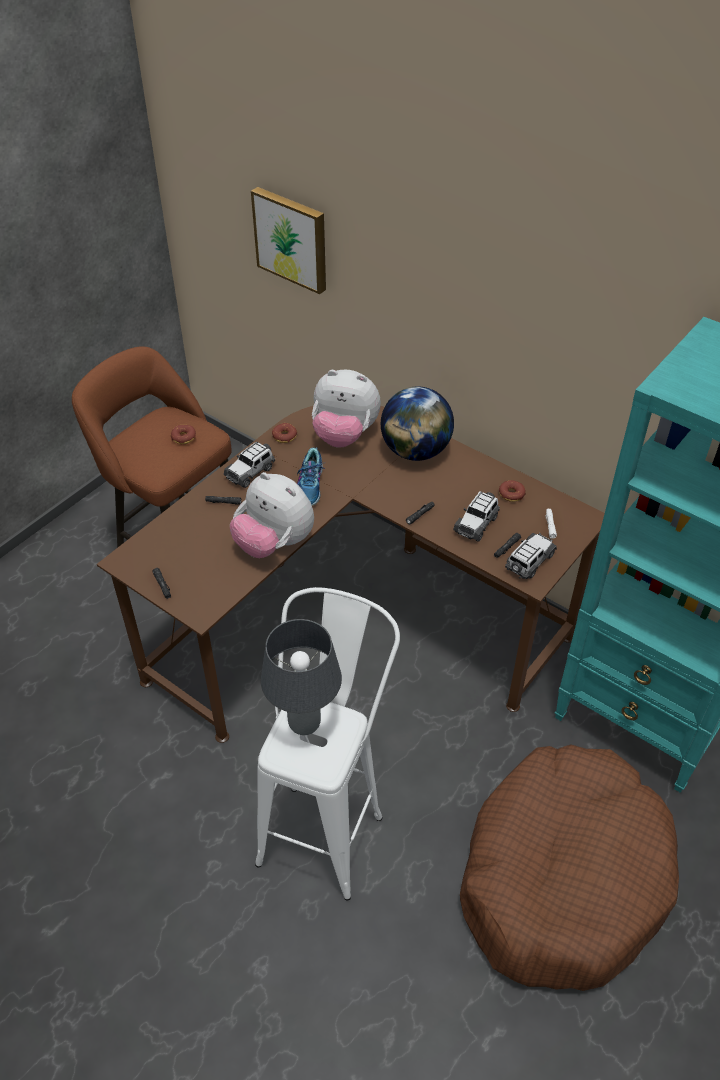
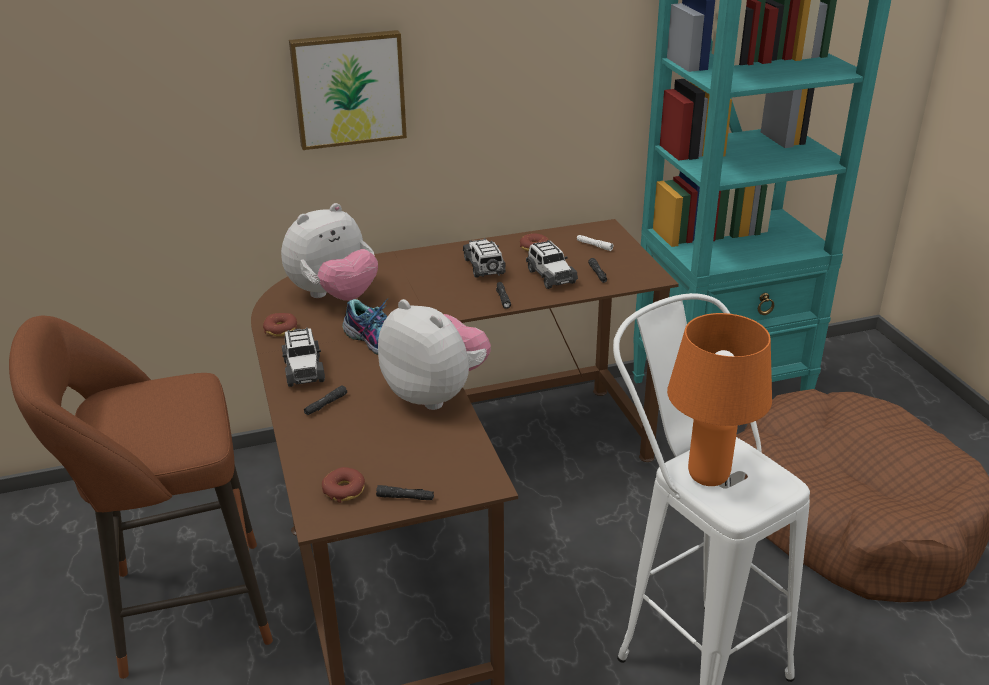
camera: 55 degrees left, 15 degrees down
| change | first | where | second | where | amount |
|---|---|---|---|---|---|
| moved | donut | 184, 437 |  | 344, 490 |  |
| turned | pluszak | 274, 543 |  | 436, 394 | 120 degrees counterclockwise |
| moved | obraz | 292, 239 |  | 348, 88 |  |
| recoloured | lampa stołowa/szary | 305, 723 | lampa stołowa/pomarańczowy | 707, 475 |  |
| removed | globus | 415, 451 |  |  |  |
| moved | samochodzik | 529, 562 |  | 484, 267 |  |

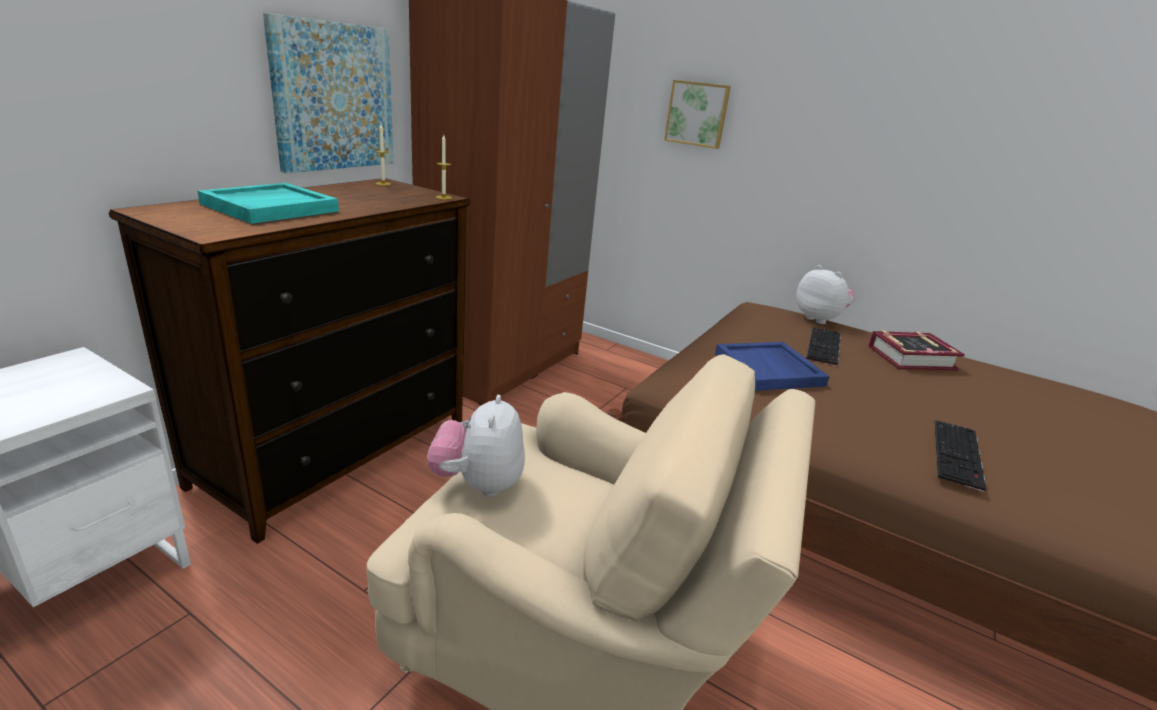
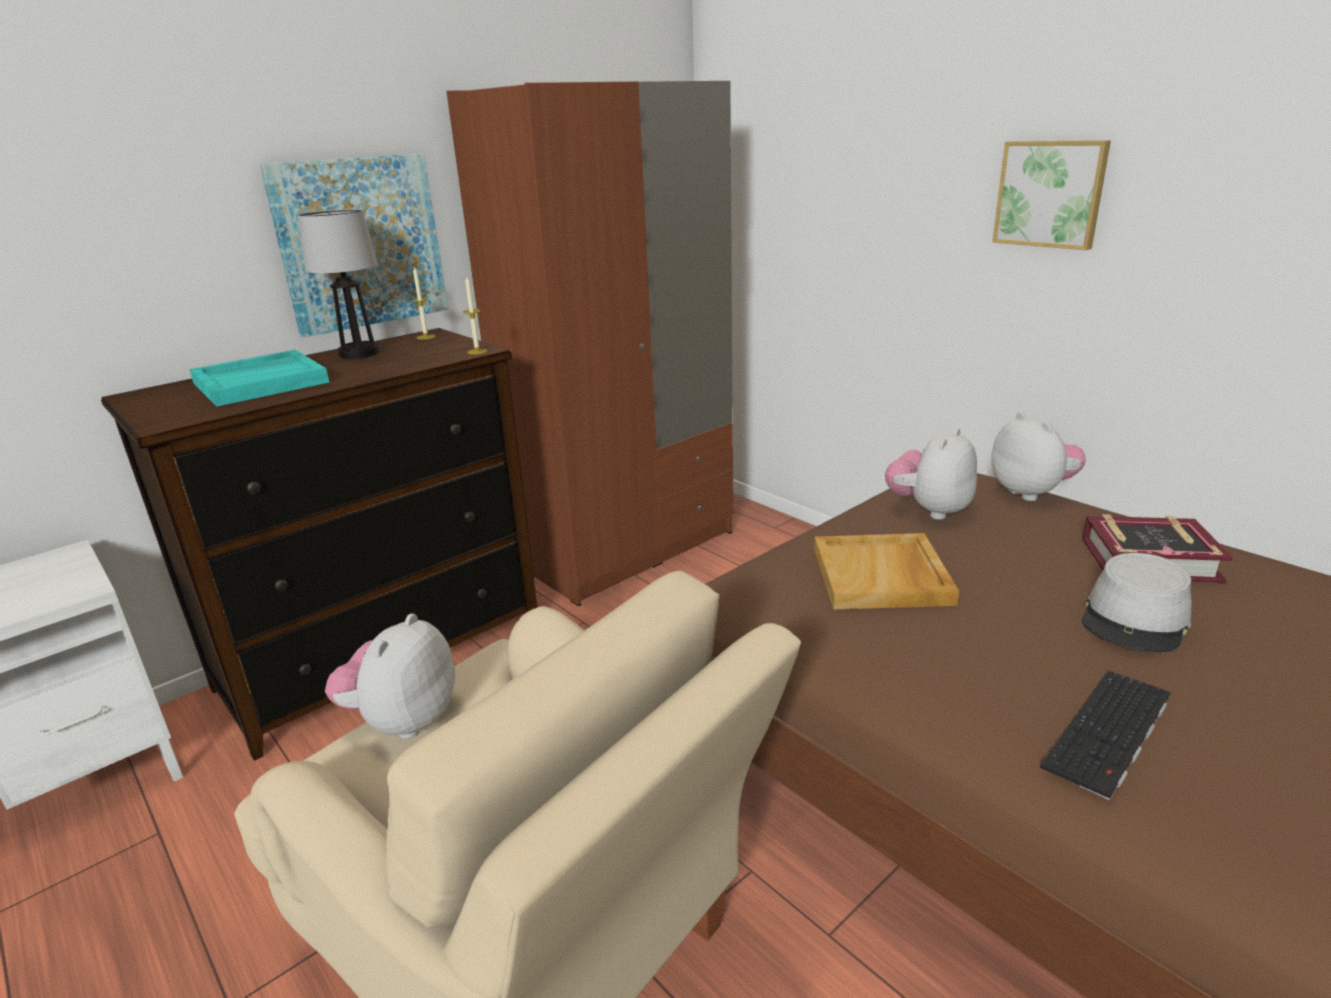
camera: 20 degrees right, 0 degrees up
| change | first | where | second | where | amount |
|---|---|---|---|---|---|
| moved | obraz | 697, 114 |  | 1050, 194 |  |
| recoloured | taca/niebieski | 769, 369 | taca/beżowy | 882, 576 |  |
| removed | klawiatura | 825, 347 |  |  |  |
| added |  |  | lampa stołowa | 358, 353 |  |
| added |  |  | pluszak | 929, 510 |  |
| added |  |  | kapelusz/szary | 1135, 619 |  |

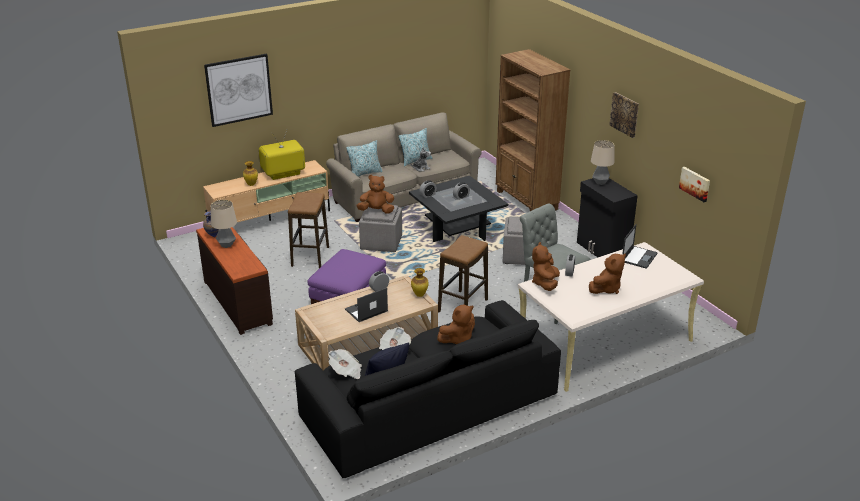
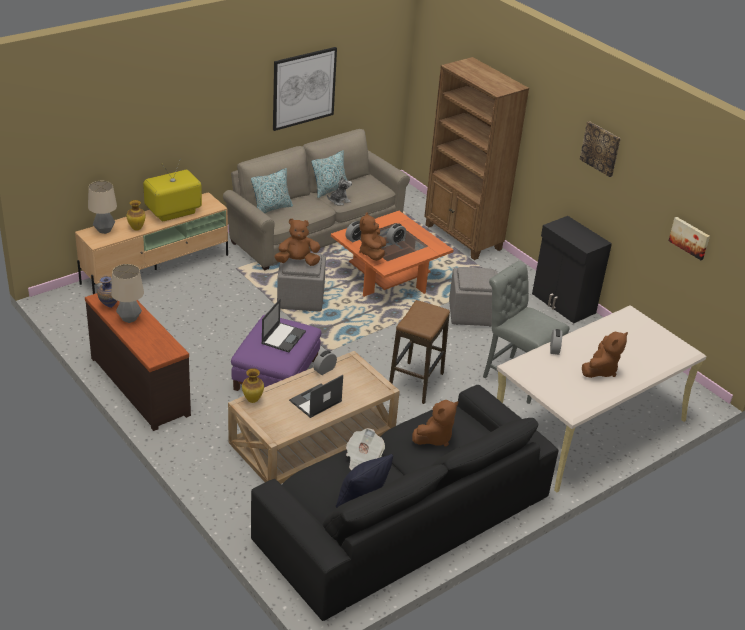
camera: 10 degrees left, 5 degrees up
| change | first | where | second | where | amount |
|---|---|---|---|---|---|
| moved | obraz | 239, 89 |  | 304, 88 |  |
| removed | stołek | 310, 256 |  |  |  |
| removed | gazeta | 346, 371 |  |  |  |
| recoloured | ława/czarny | 457, 229 | ława/pomarańczowy | 388, 277 |  |
| moved | wazon | 420, 295 |  | 253, 400 |  |
| moved | pluszak/brązowy | 545, 283 |  | 372, 253 |  |
| moved | lampa stołowa | 600, 182 |  | 104, 230 |  |
| moved | laptop | 639, 257 |  | 283, 337 |  |

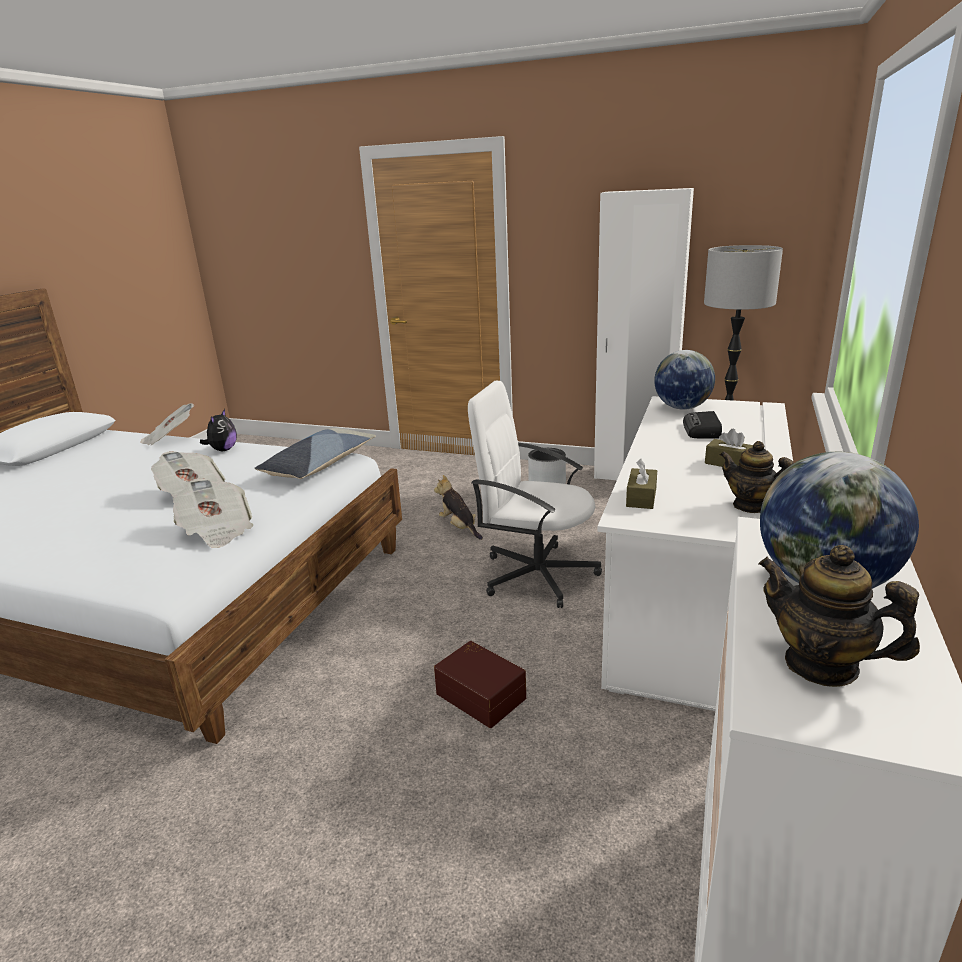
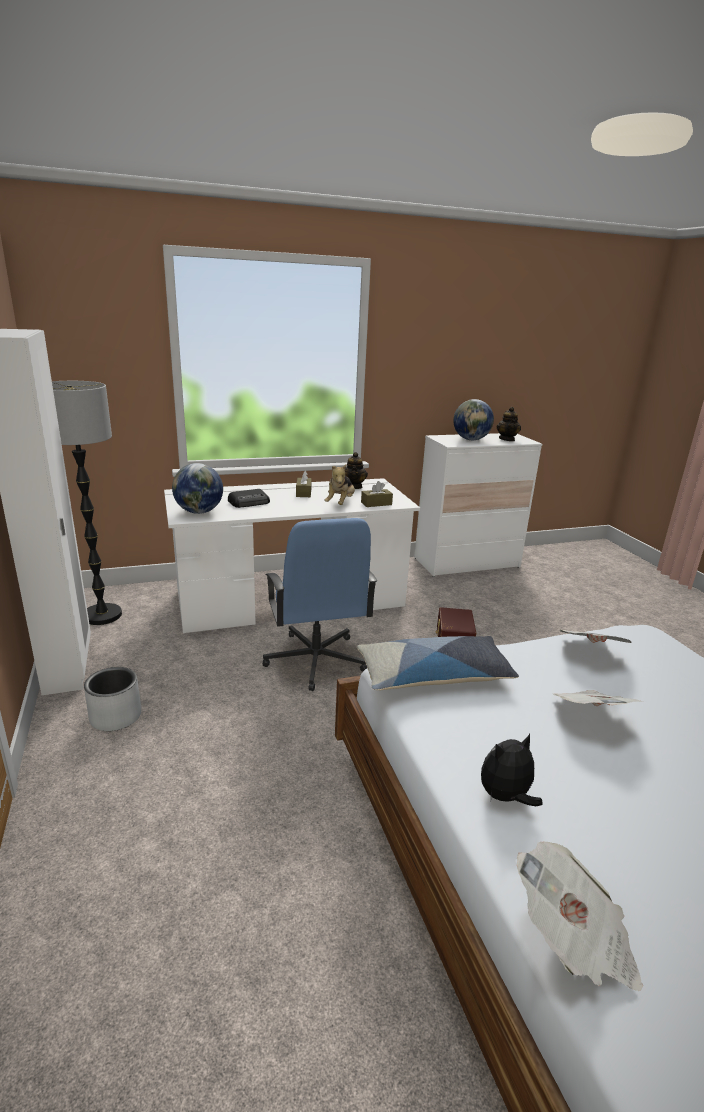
camera: 130 degrees left, 0 degrees up
| change | first | where | second | where | amount |
|---|---|---|---|---|---|
| moved | pluszak | 459, 527 |  | 340, 503 |  |
| recoloured | krzesło biurowe/biały | 537, 574 | krzesło biurowe/niebieski | 315, 661 |  |

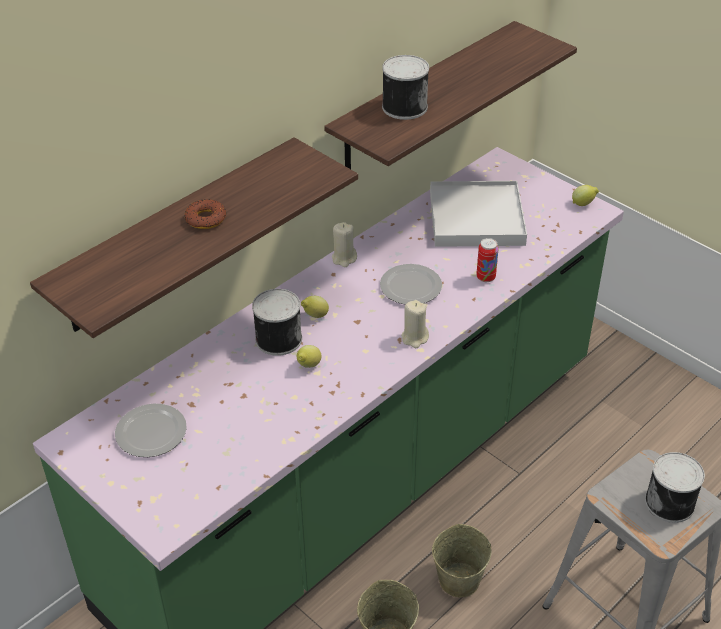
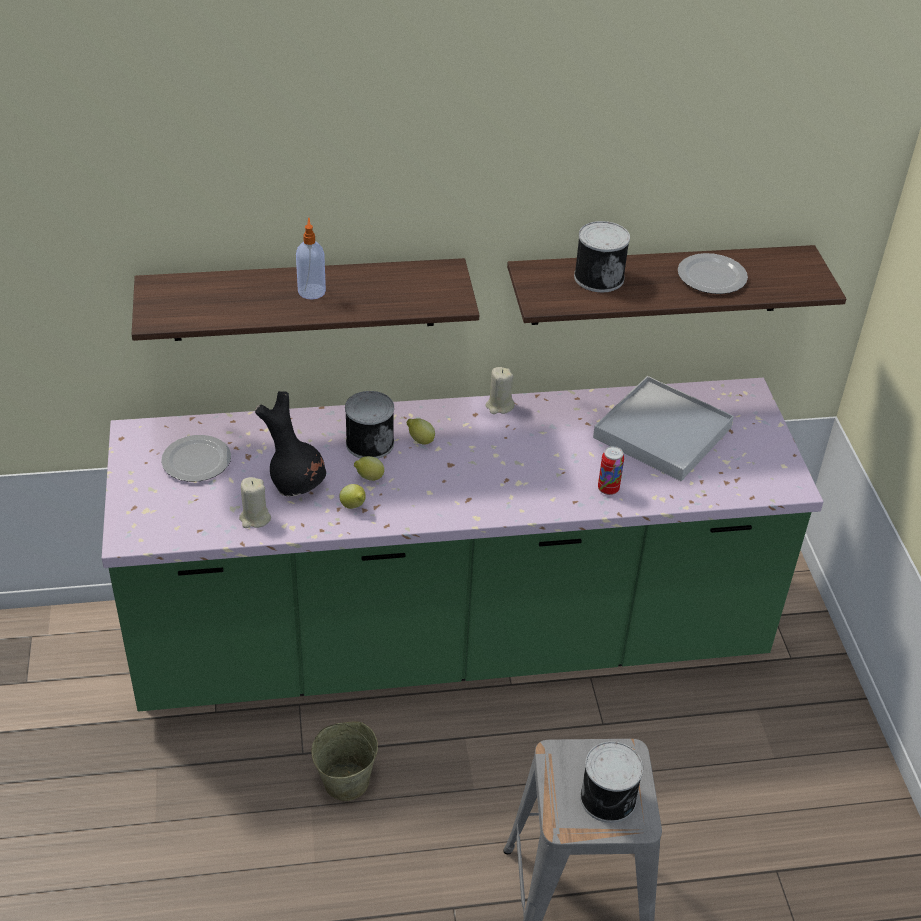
camera: 35 degrees right, 0 degrees up
| change | first | where | second | where | amount |
|---|---|---|---|---|---|
| replaced | donut | 205, 219 | dozownik mydła | 311, 291 |  |
| moved | talerz | 410, 286 |  | 712, 276 |  |
| moved | świeca/beżowy | 414, 338 |  | 255, 518 |  |
| removed | wiadro/beżowy | 459, 579 |  |  |  |
| moved | cytryna | 583, 204 |  | 354, 506 |  |
| added |  |  | wazon/czarny | 297, 483 |  |

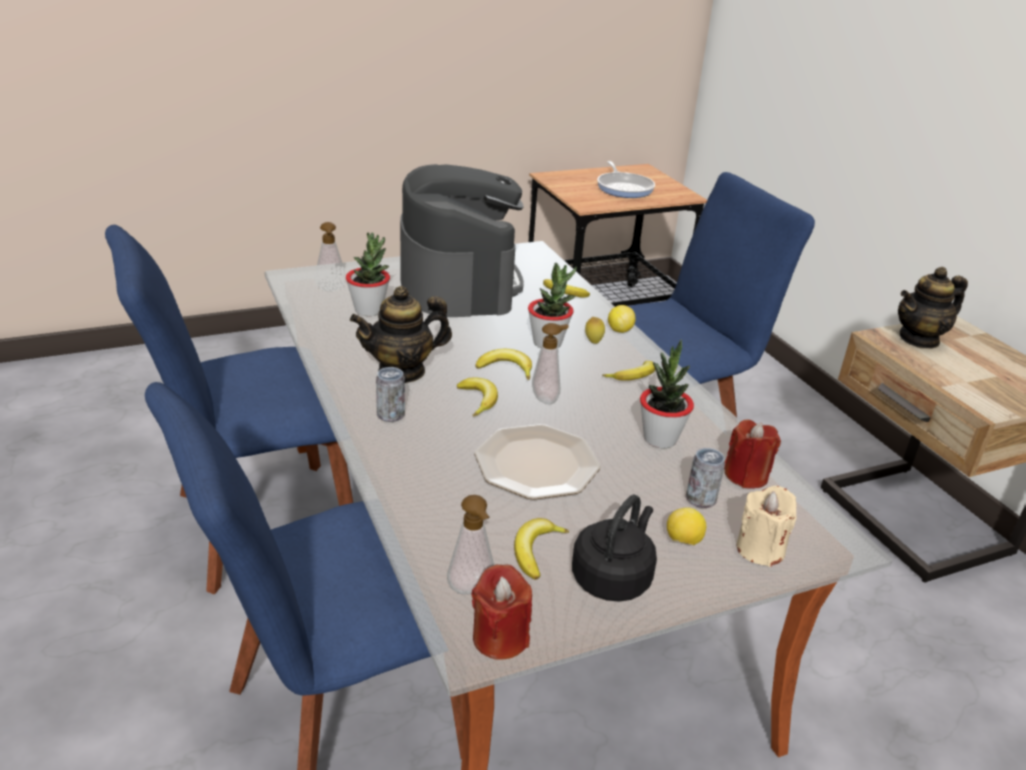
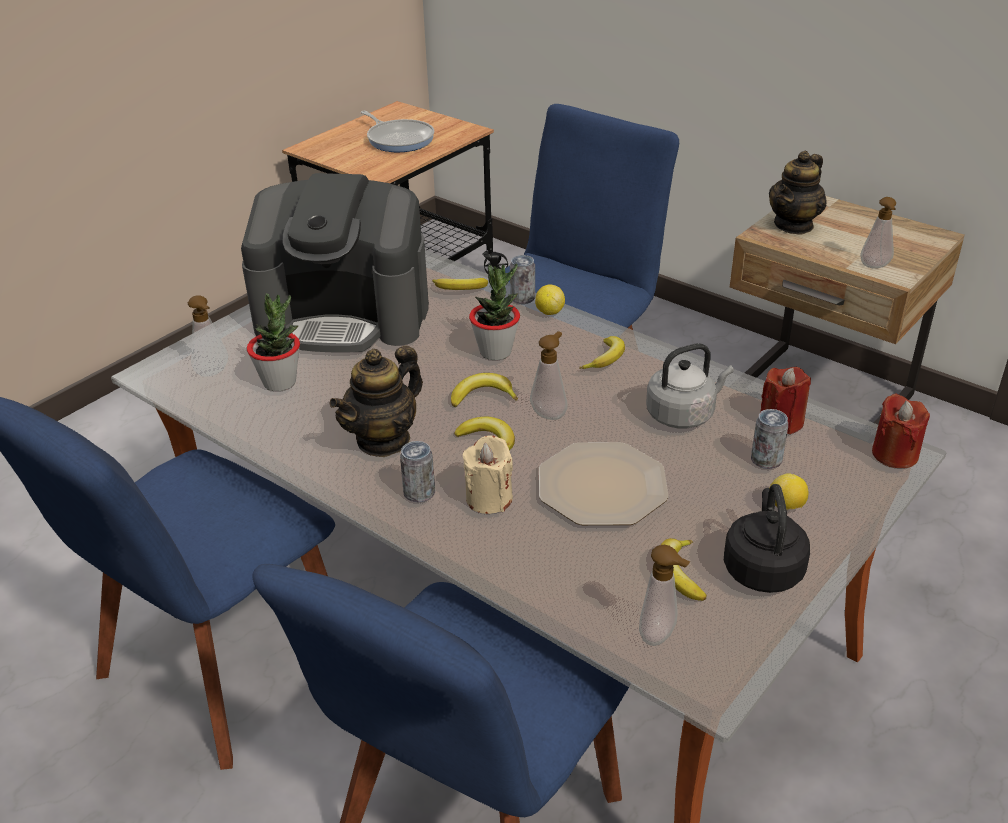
camera: 25 degrees left, 5 degrees up
| change | first | where | second | where | amount |
|---|---|---|---|---|---|
| turned | ekspres do kawy | 458, 284 |  | 344, 315 | 135 degrees clockwise |
| moved | świeca/czerwony | 500, 638 |  | 894, 454 |  |
| removed | cytryna | 593, 342 |  |  |  |
| replaced | roślina doniczkowa | 660, 439 | czajnik/szary | 683, 414 |  |
| moved | świeca/beżowy | 760, 549 |  | 489, 498 |  |
| added |  |  | puszka | 522, 298 |  |
| added |  |  | dozownik mydła | 875, 267 |  |

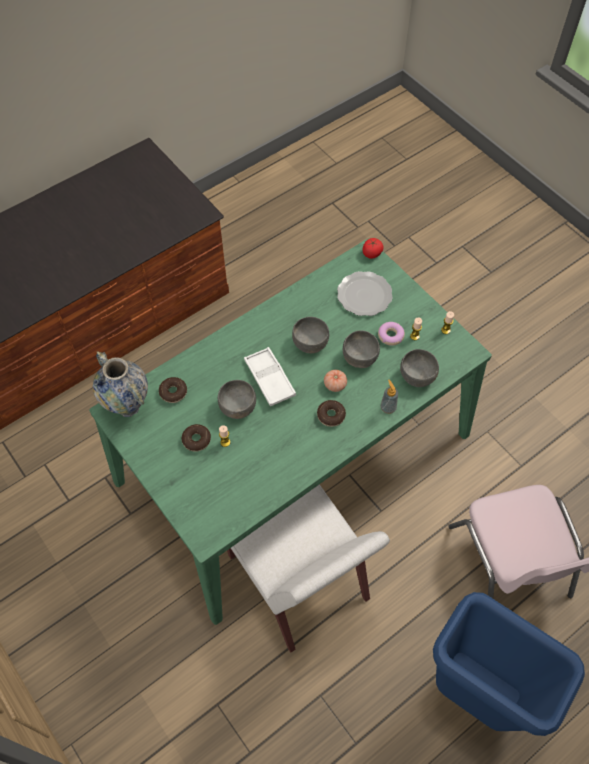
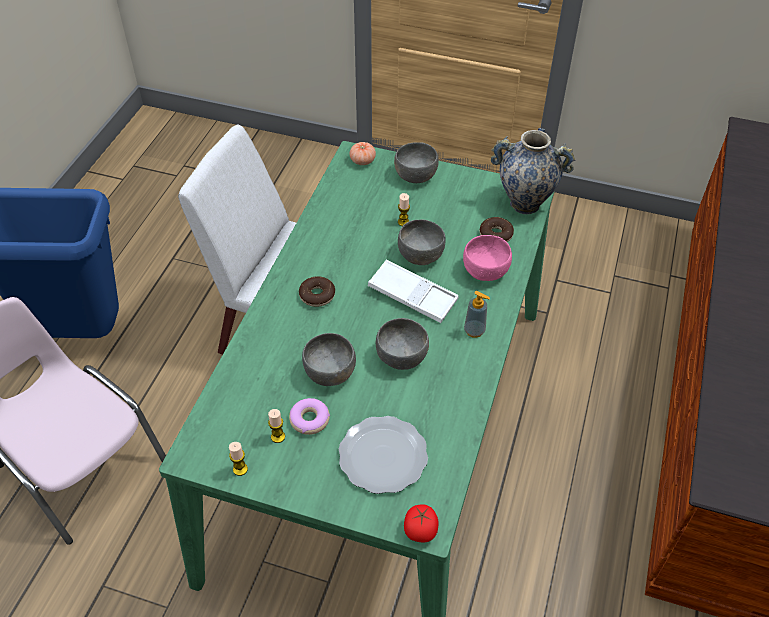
camera: 145 degrees right, 10 degrees down
| change | first | where | second | where | amount |
|---|---|---|---|---|---|
| removed | donut | 196, 440 |  |  |  |
| moved | pomidor | 335, 385 |  | 362, 161 |  |
| moved | dozownik mydła | 388, 407 |  | 474, 331 |  |
| moved | miska/szary | 417, 376 |  | 415, 175 |  |
| added |  |  | miska/różowy | 486, 270 |  |

